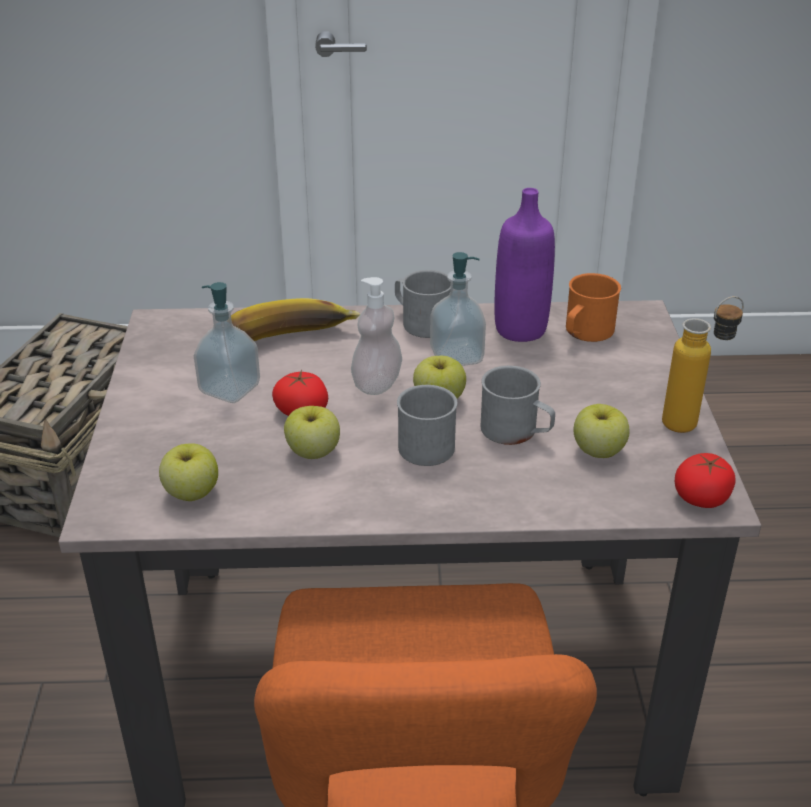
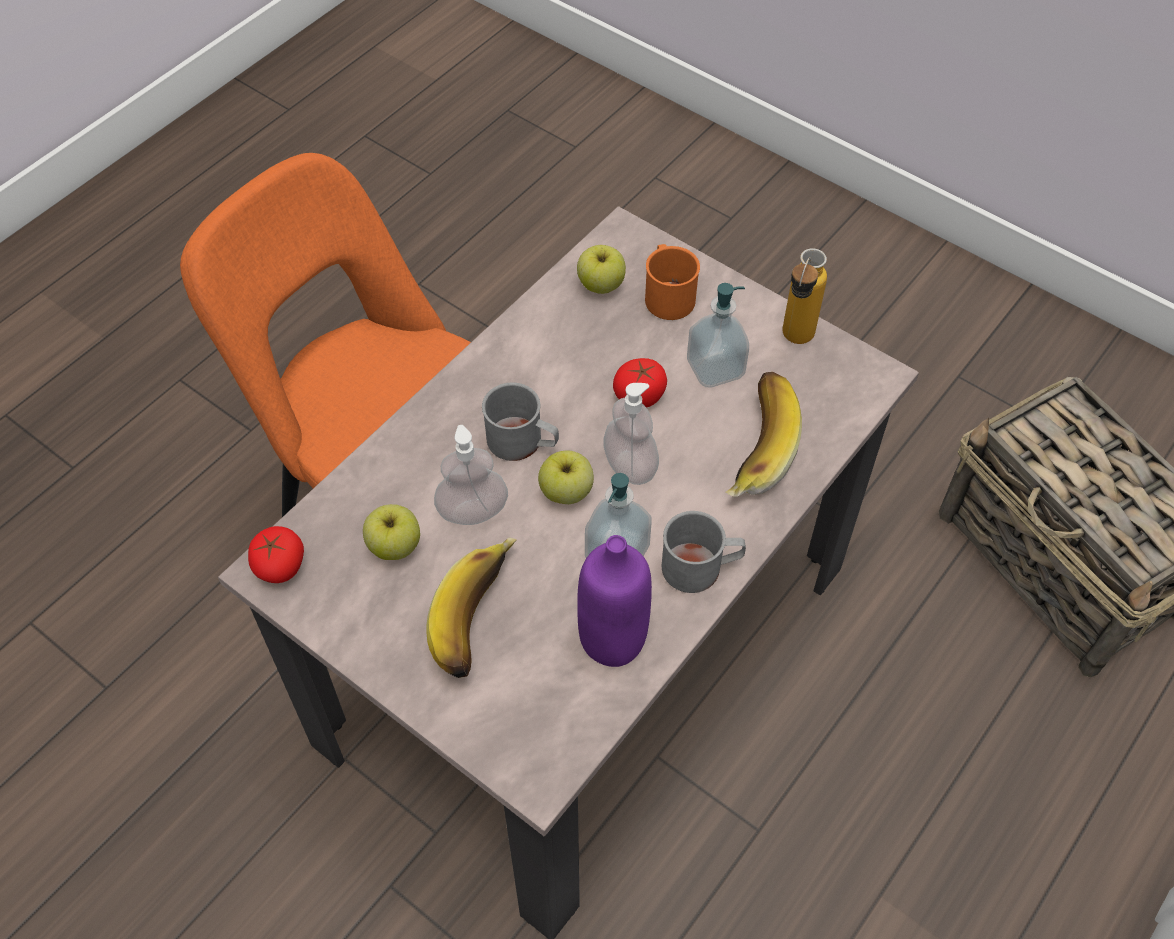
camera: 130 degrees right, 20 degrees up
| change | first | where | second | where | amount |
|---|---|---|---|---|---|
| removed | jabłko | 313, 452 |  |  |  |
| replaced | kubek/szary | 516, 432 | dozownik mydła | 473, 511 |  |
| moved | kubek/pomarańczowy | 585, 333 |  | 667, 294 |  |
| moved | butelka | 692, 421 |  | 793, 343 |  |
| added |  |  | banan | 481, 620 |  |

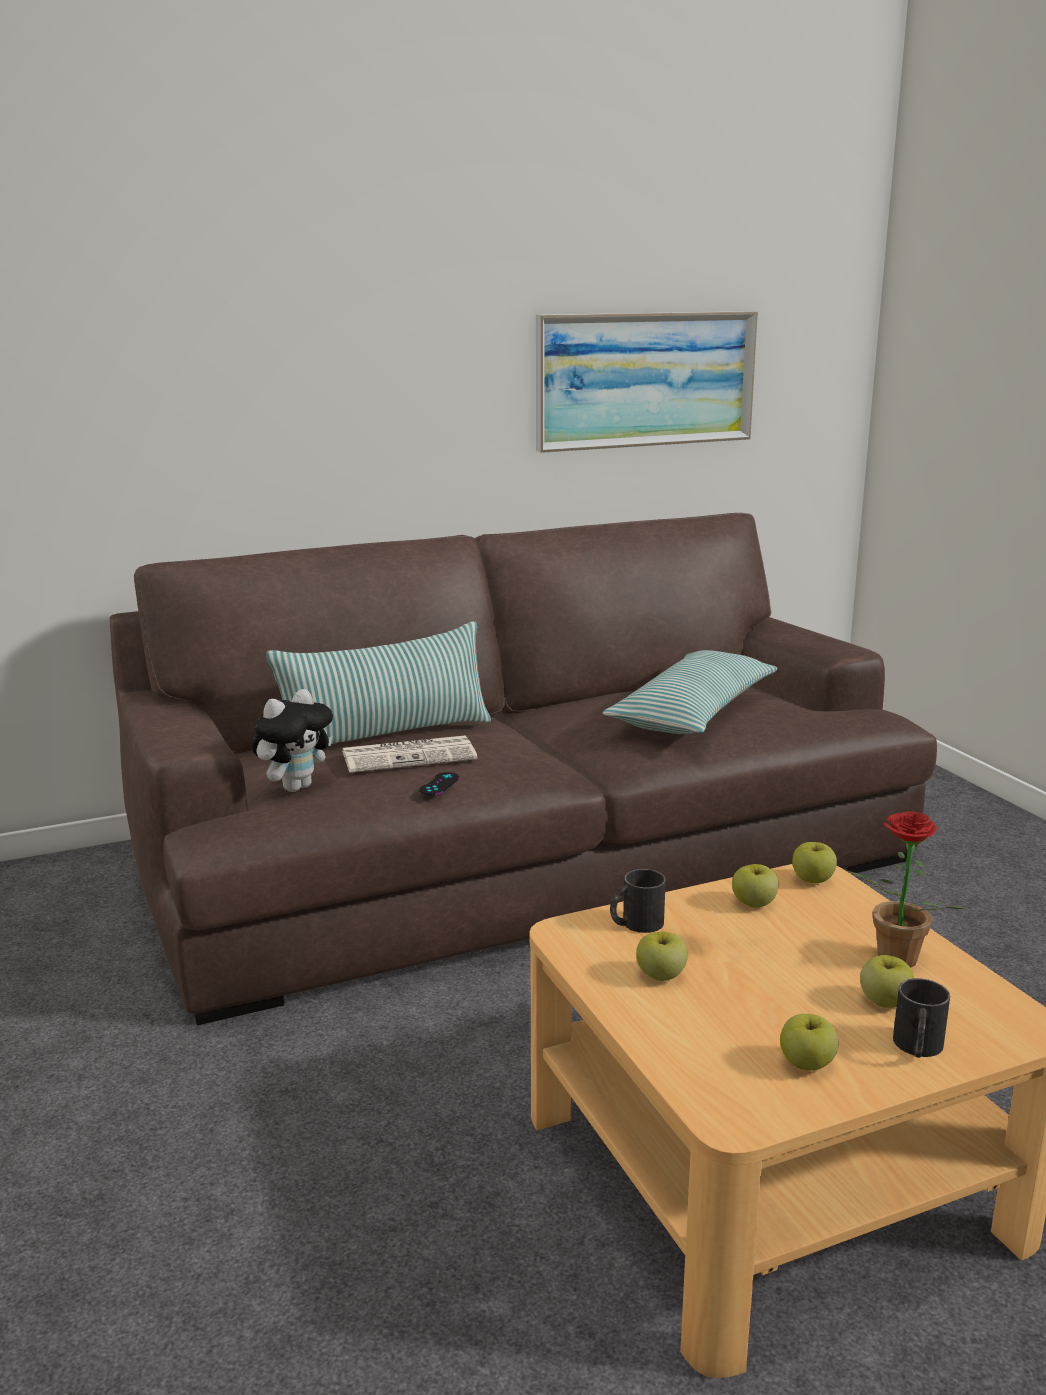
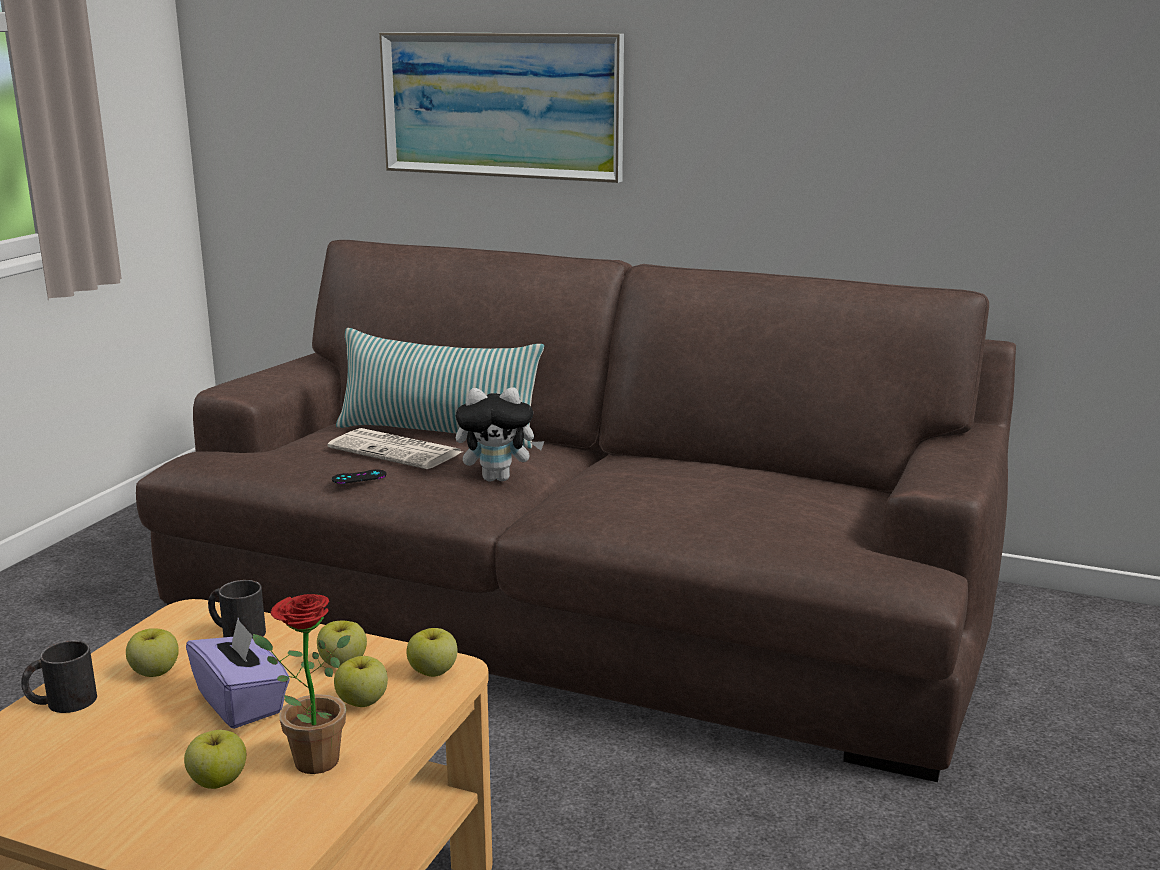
camera: 45 degrees right, 0 degrees up
| change | first | where | second | where | amount |
|---|---|---|---|---|---|
| moved | pluszak | 296, 786 |  | 498, 478 |  |
| moved | obraz | 646, 379 |  | 501, 105 |  |
| removed | poduszka | 693, 713 |  |  |  |
| moved | jabłko | 807, 1064 |  | 362, 702 |  |
| moved | kubek/czarny | 917, 1048 |  | 61, 702 |  |
| added |  |  | pudełko chusteczek/fioletowy | 242, 703 |  |

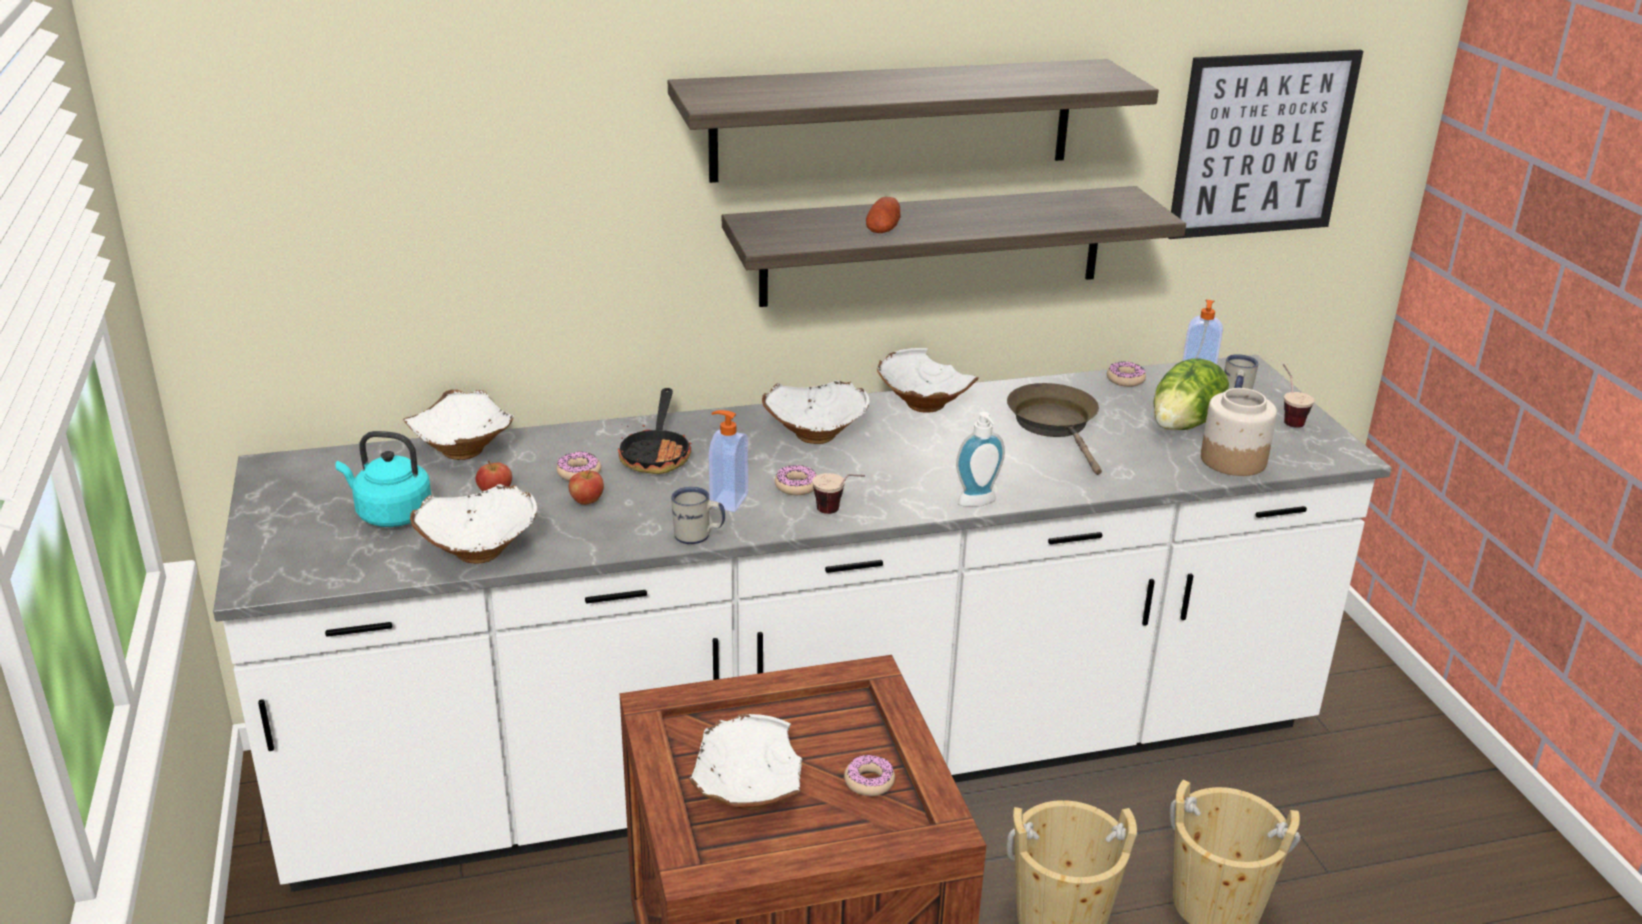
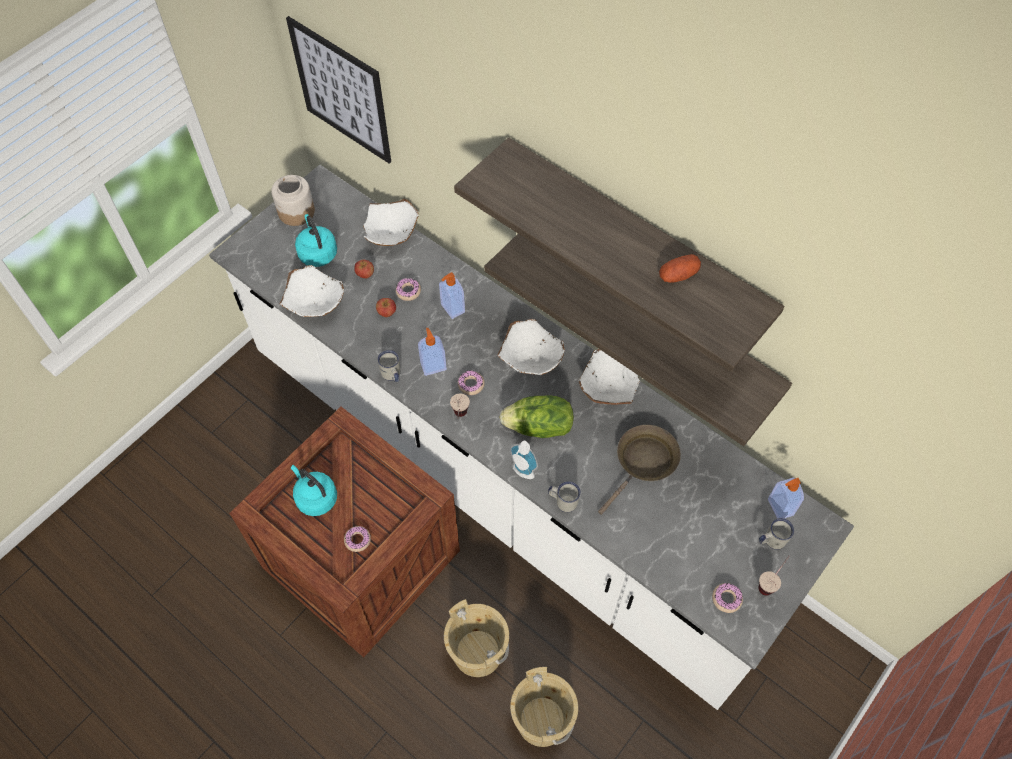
camera: 55 degrees right, 30 degrees up
| change | first | where | second | where | amount |
|---|---|---|---|---|---|
| replaced | patelnia | 657, 454 | dozownik mydła | 452, 309 |  |
| replaced | miska/biały | 745, 794 | czajnik/turkusowy | 315, 497 |  |
| moved | ziemniak | 883, 230 |  | 678, 275 |  |
| moved | donut | 1125, 380 |  | 726, 599 |  |
| moved | sałata | 1185, 424 |  | 539, 427 |  |
| moved | obraz | 1262, 145 |  | 341, 91 |  |
| moved | słoik | 1232, 460 |  | 296, 211 |  |
| added |  |  | kubek/biały | 563, 501 |  |

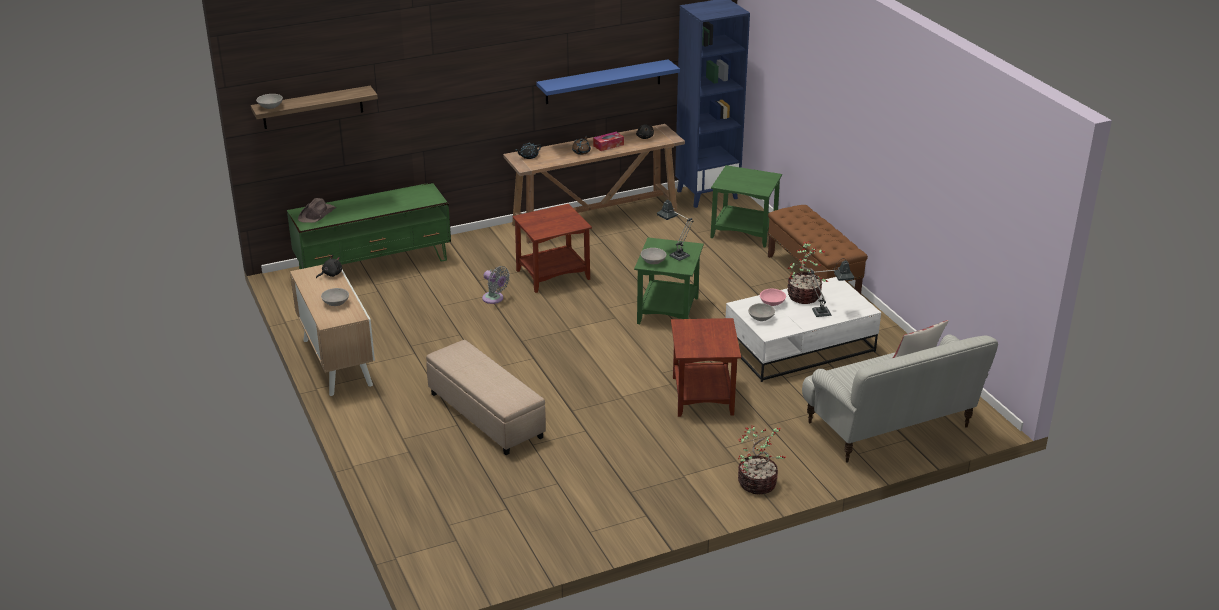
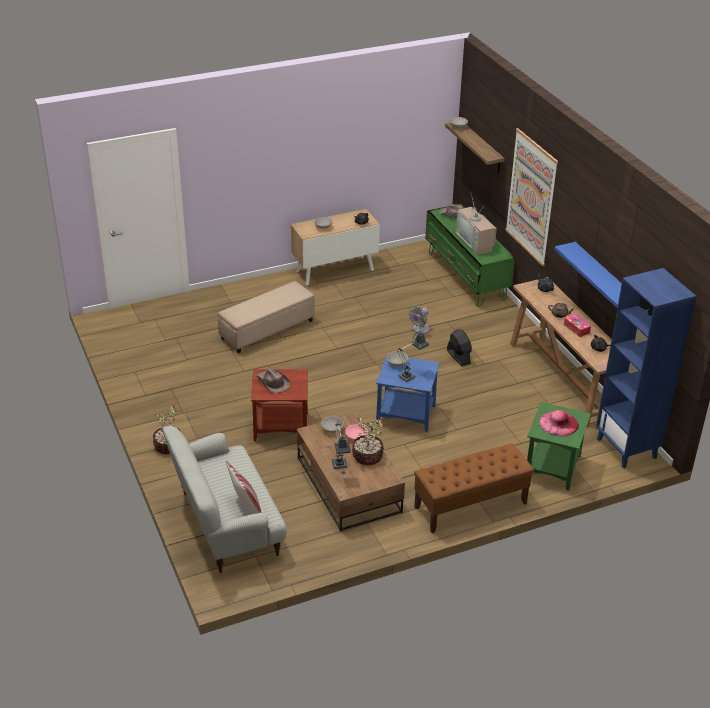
camera: 90 degrees right, 5 degrees up
| change | first | where | second | where | amount |
|---|---|---|---|---|---|
| replaced | stolik/brązowy | 553, 275 | wentylator/czarny | 458, 357 |  |
| recoloured | stolik/zielony | 669, 311 | stolik/niebieski | 405, 415 |  |
| recoloured | ława/biały | 799, 347 | ława/brązowy | 348, 484 |  |
| added |  |  | kapelusz/brązowy | 273, 383 |  |
| added |  |  | telewizor | 476, 242 |  |
| added |  |  | obraz | 531, 197 |  |
| added |  |  | kapelusz/różowy | 558, 423 |  |

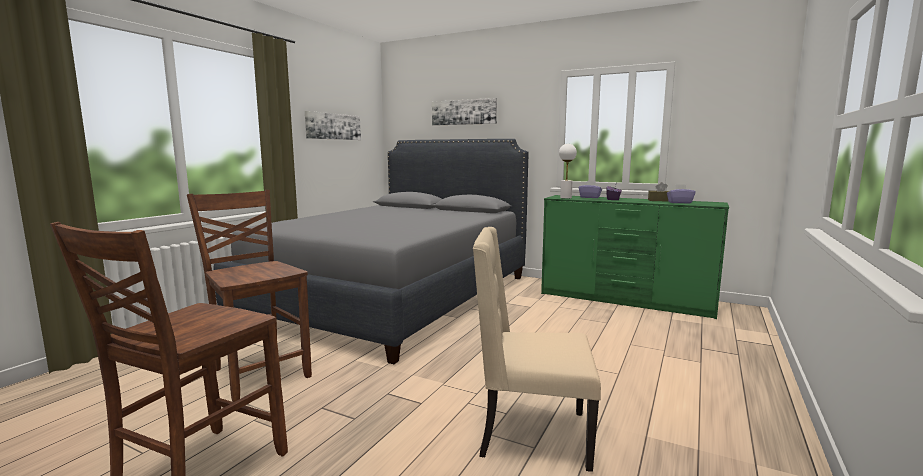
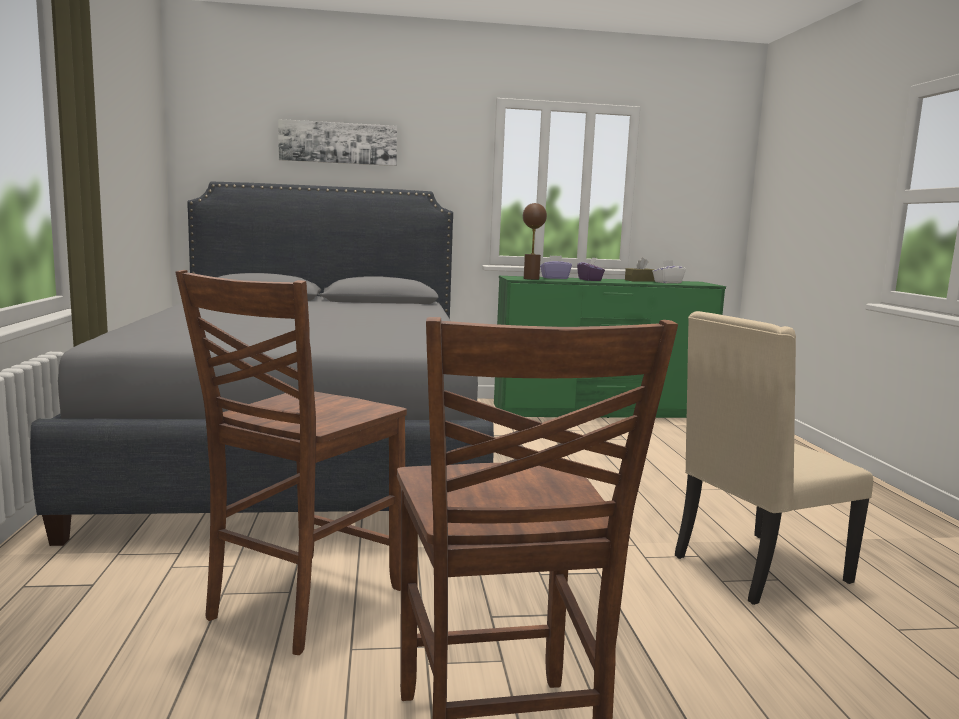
camera: 35 degrees left, 0 degrees up
| change | first | where | second | where | amount |
|---|---|---|---|---|---|
| turned | krzesło/brązowy | 260, 373 |  | 302, 603 | 75 degrees counterclockwise |
| removed | obraz | 333, 126 |  |  |  |
| recoloured | lampa stołowa/biały | 565, 198 | lampa stołowa/brązowy | 531, 279 |  |
| recoloured | pudełko chusteczek/fioletowy | 679, 202 | pudełko chusteczek/biały | 667, 282 |  |

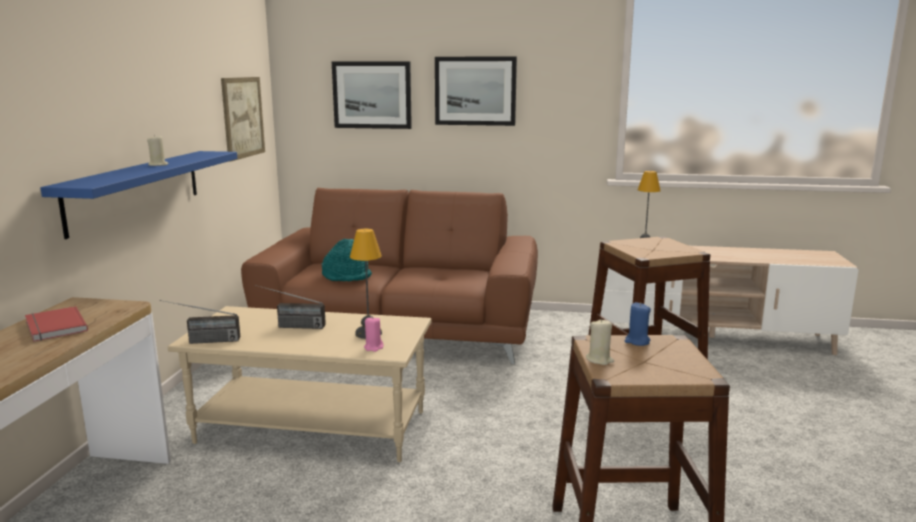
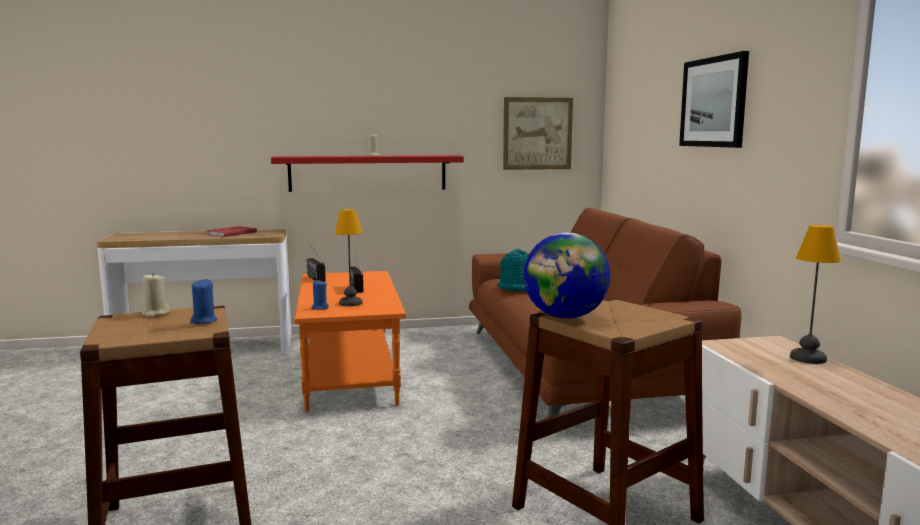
camera: 70 degrees right, 5 degrees down
| change | first | where | second | where | amount |
|---|---|---|---|---|---|
| recoloured | półka/niebieski | 136, 189 | półka/czerwony | 368, 173 |  |
| recoloured | ława/beżowy | 314, 426 | ława/pomarańczowy | 351, 375 |  |
| removed | obraz | 372, 95 |  |  |  |
| recoloured | świeca/różowy | 373, 347 | świeca/niebieski | 320, 308 |  |
| added |  |  | globus | 565, 317 |  |

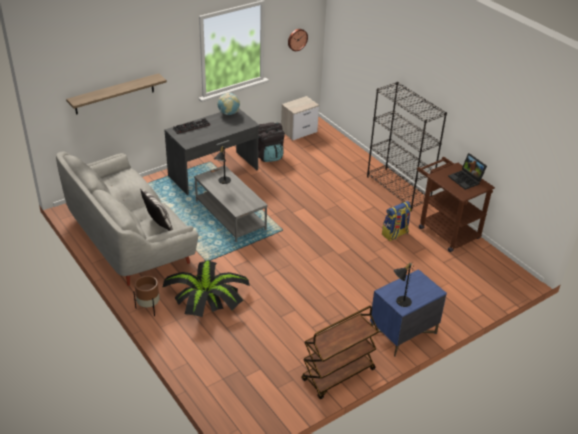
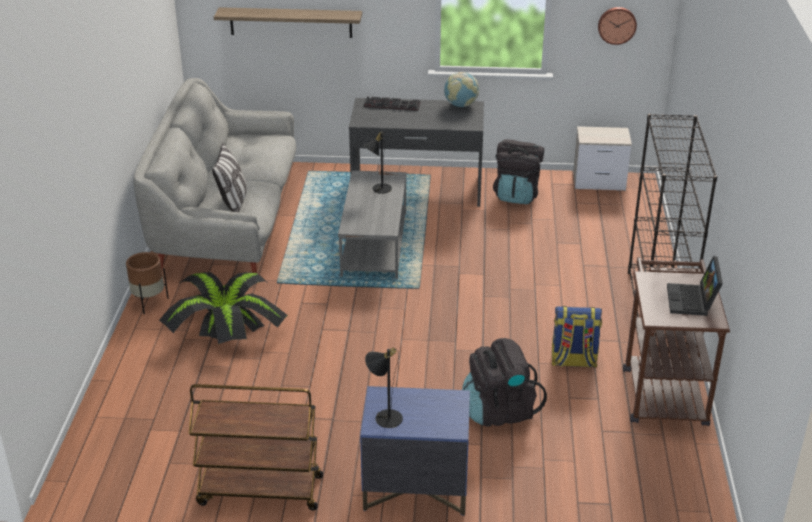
camera: 40 degrees right, 5 degrees down
| change | first | where | second | where | amount |
|---|---|---|---|---|---|
| added |  |  | plecak/czarny | 499, 411 |  |

